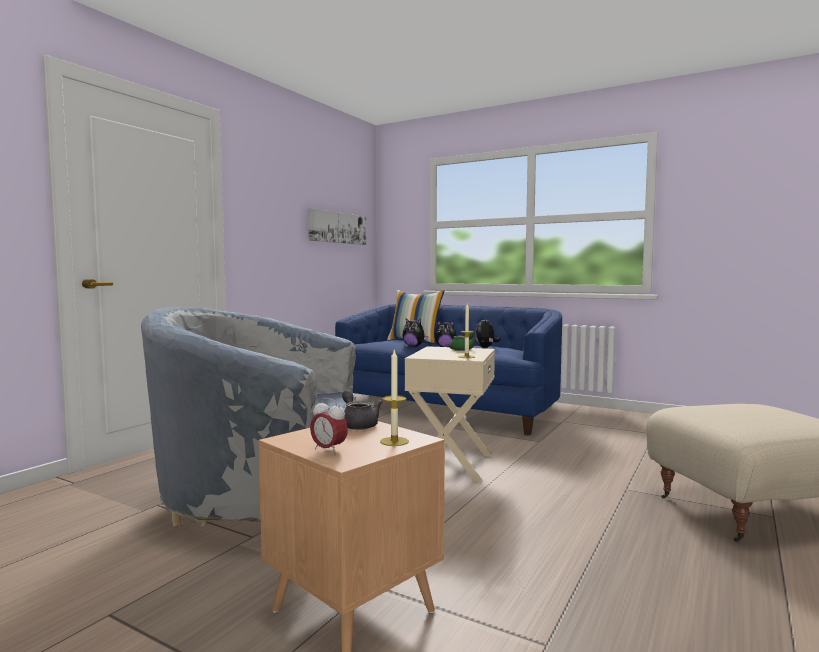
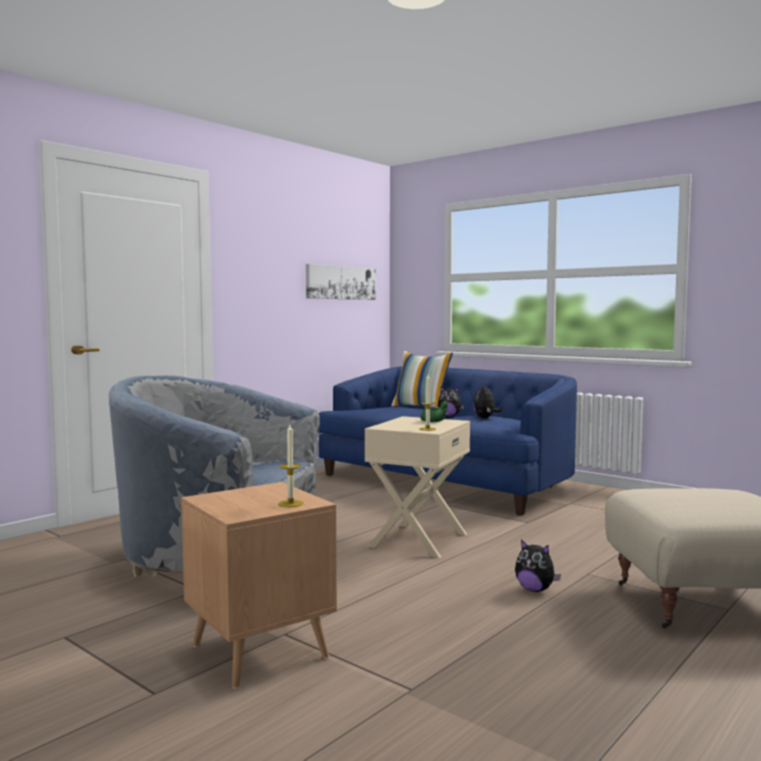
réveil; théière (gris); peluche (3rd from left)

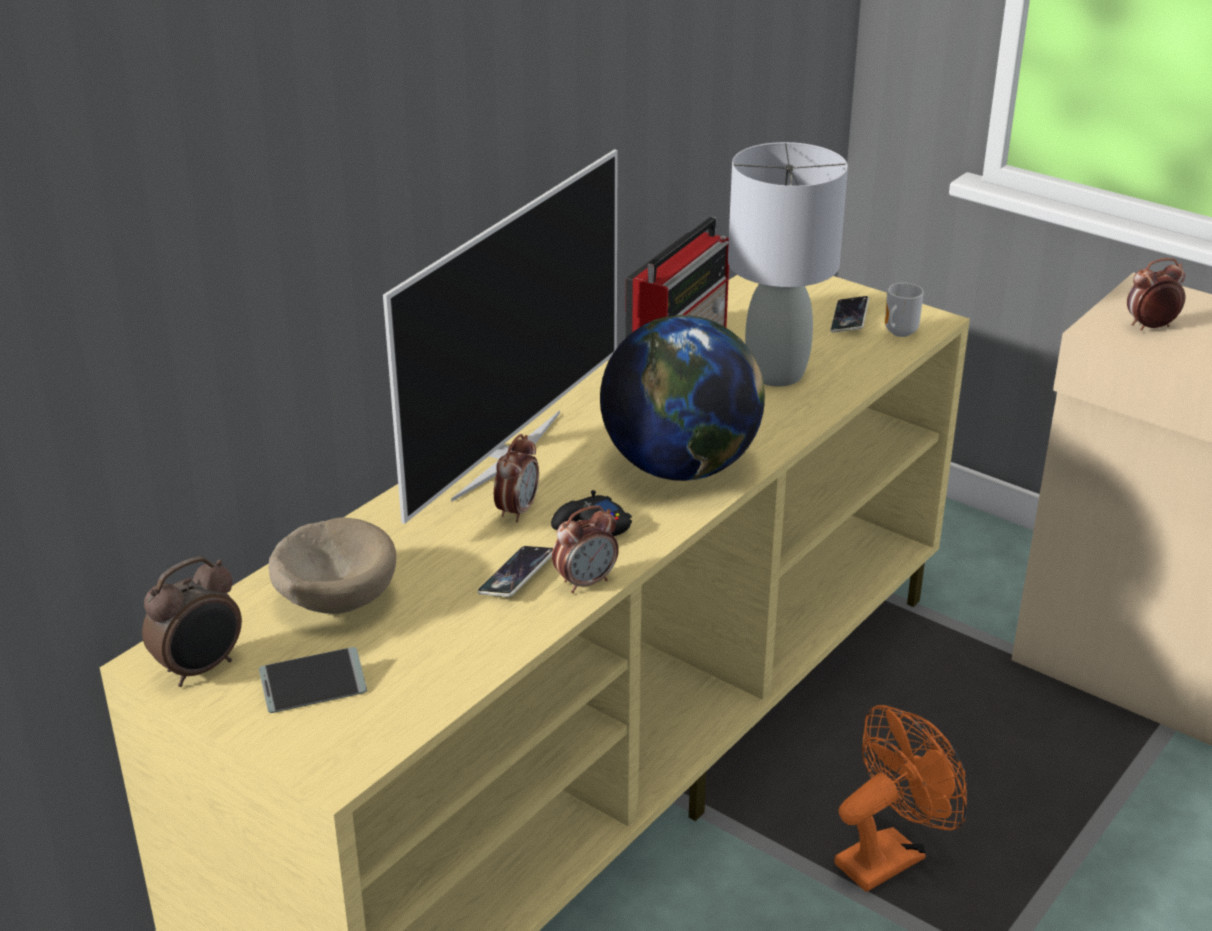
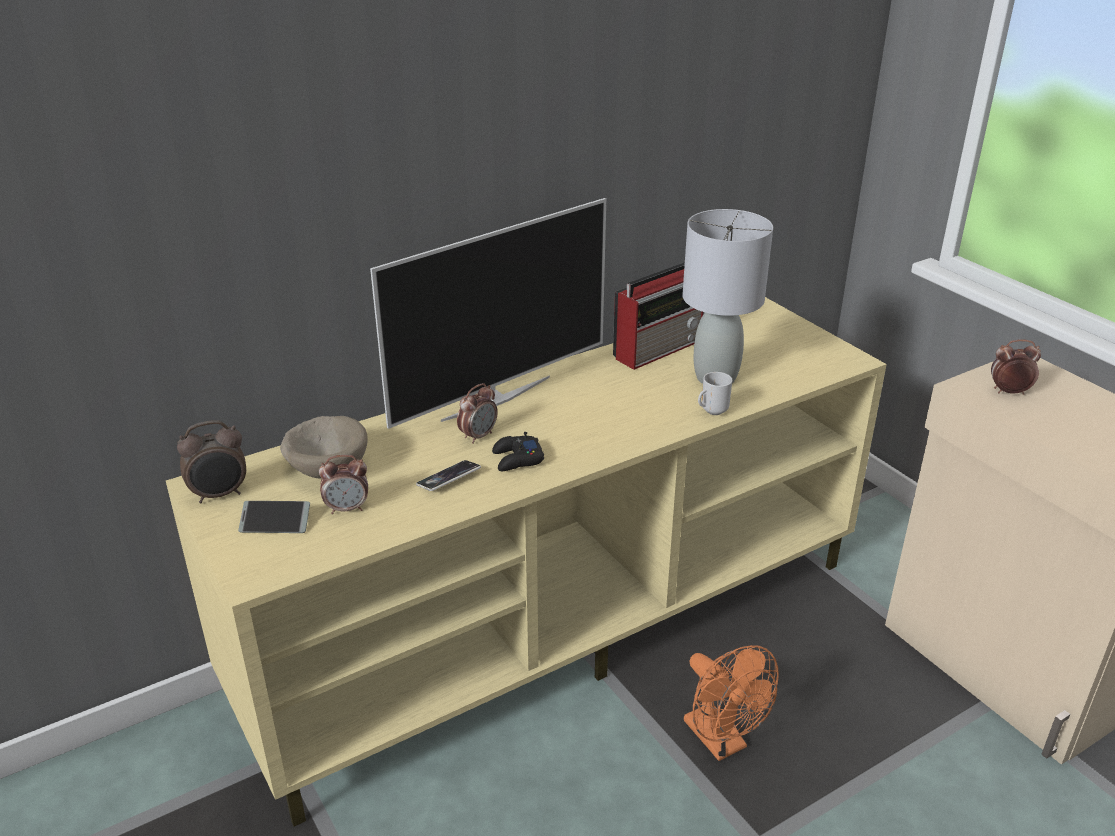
globe; téléphone (3rd from left in the first image); réveil (2nd from left); mug; ventilateur (orange)

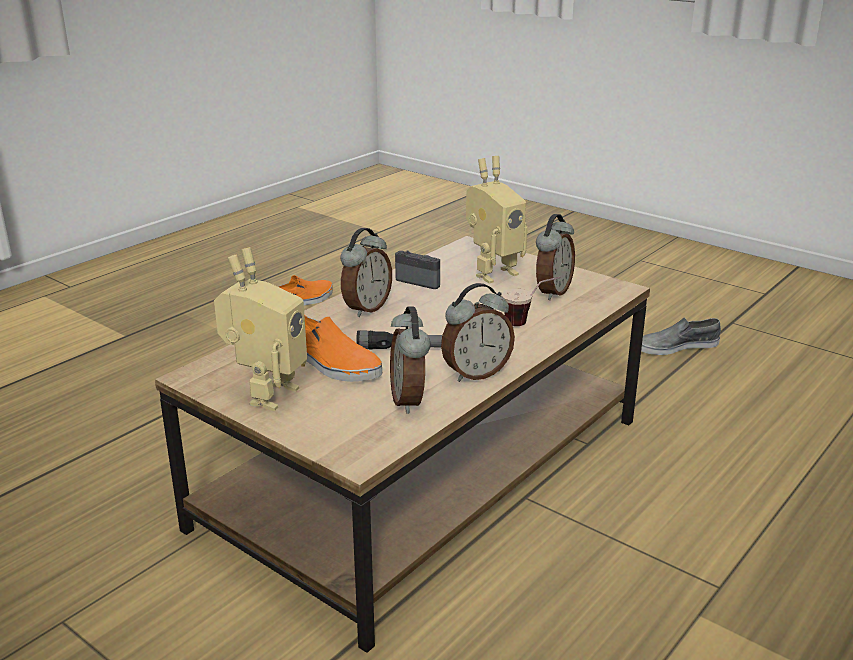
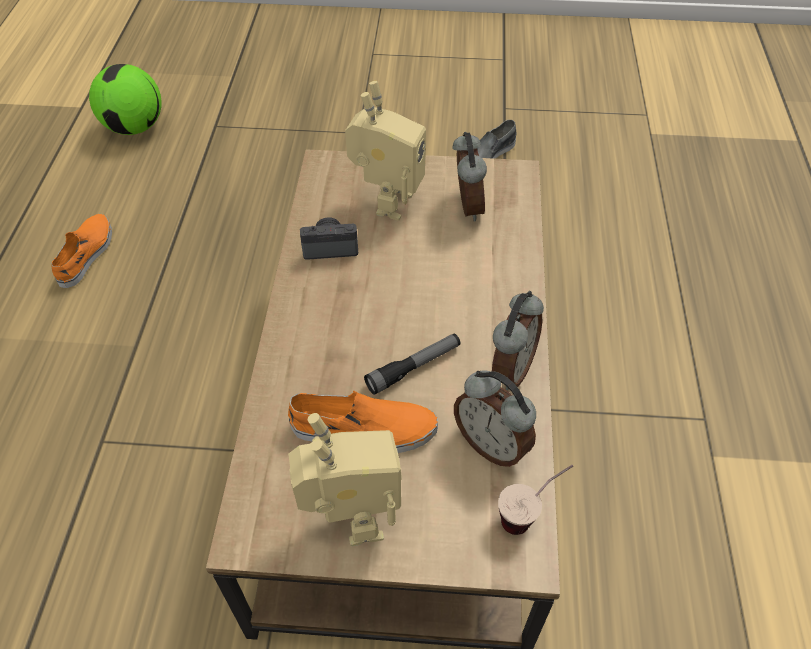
réveil (1st from left in the first image); ballon de foot; tasse

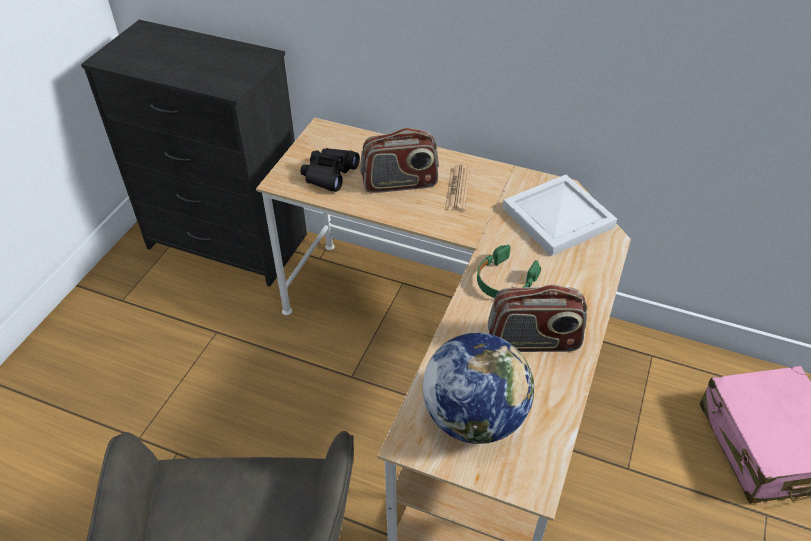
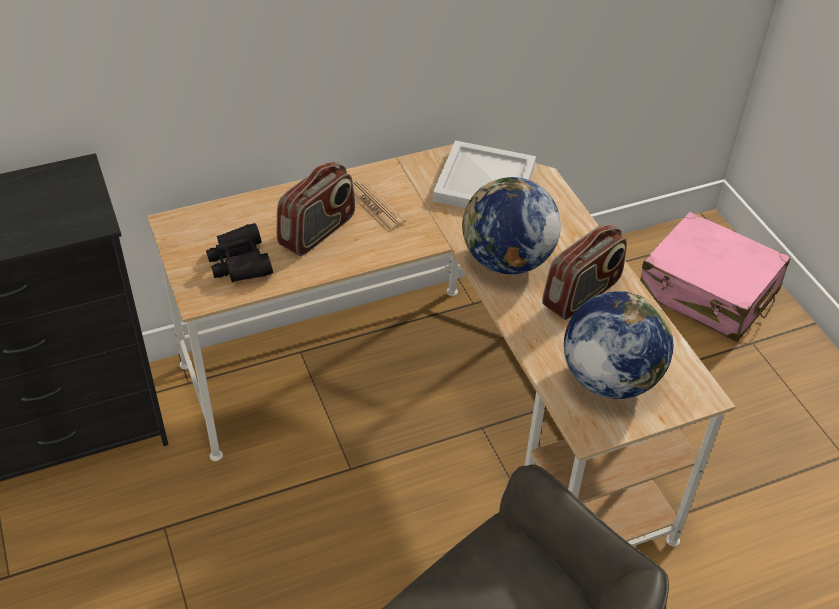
globe (1st from left)

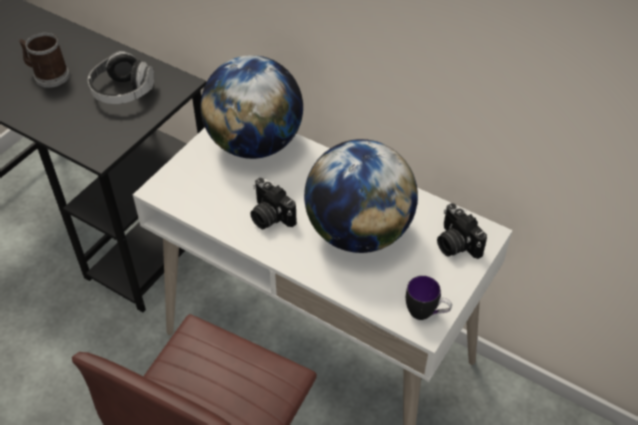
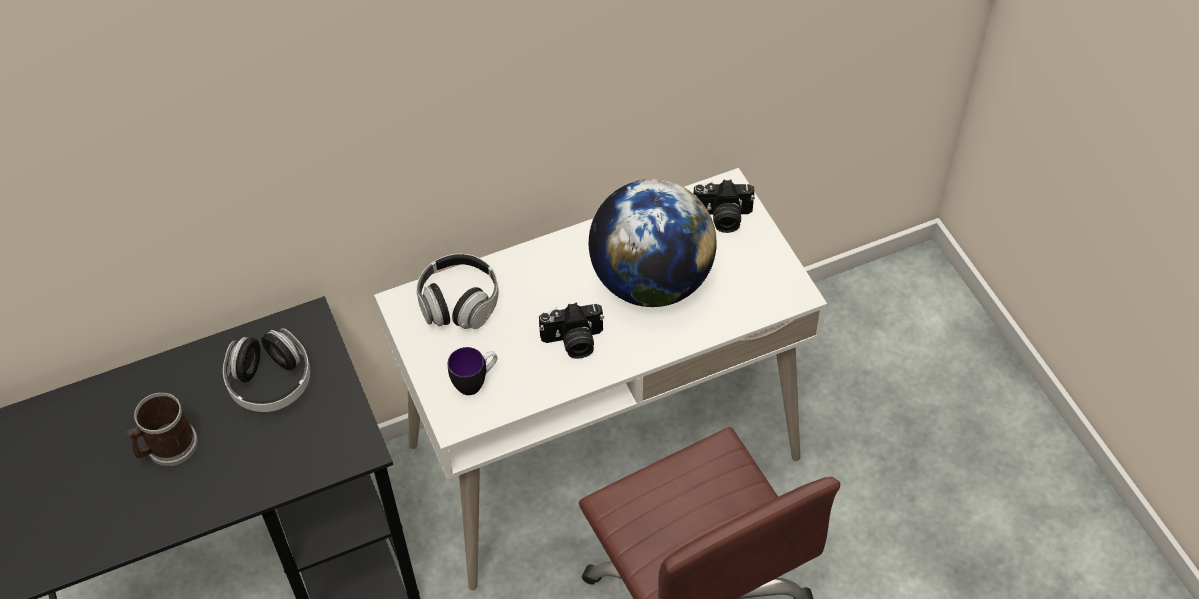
mug (2nd from left); casque audio (2nd from left)

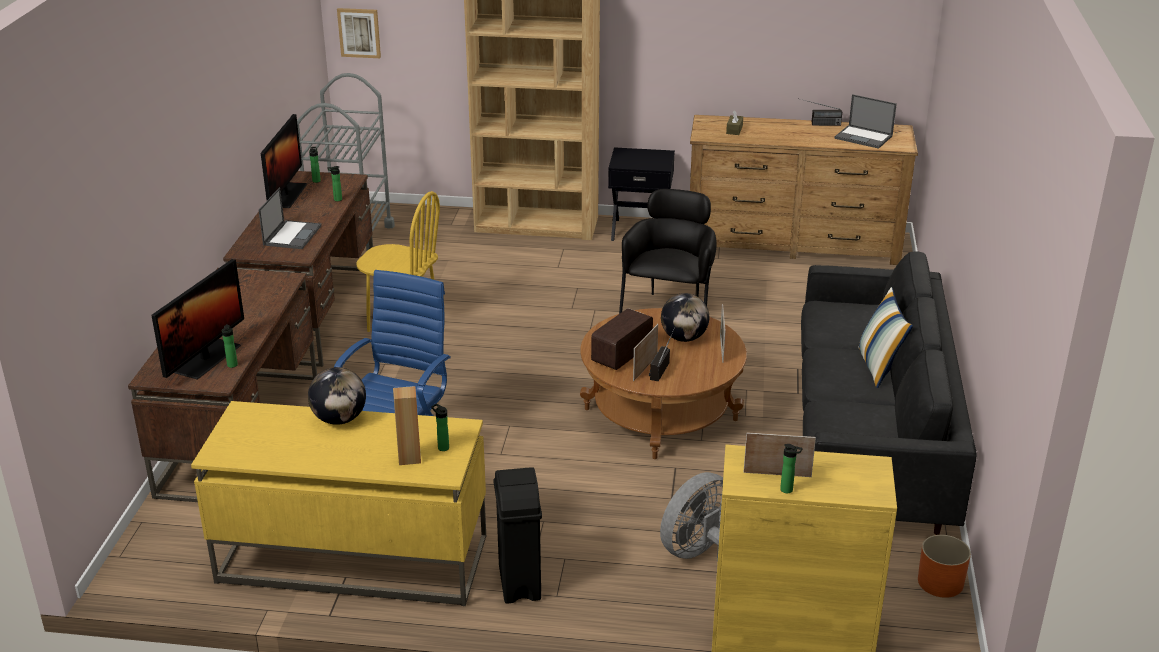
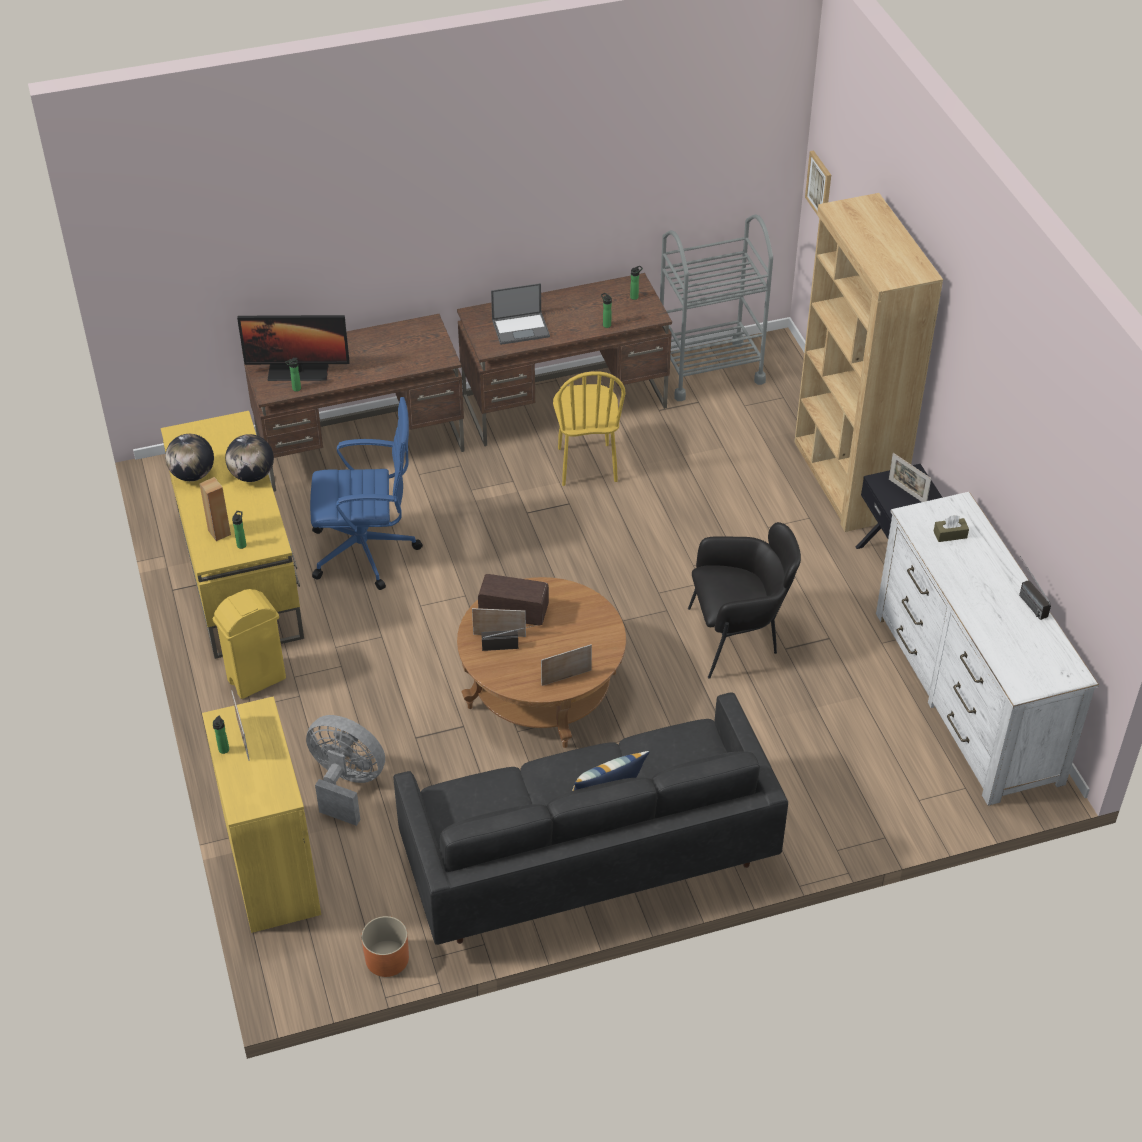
écran d'ordinateur (2nd from left in the first image); ordinateur portable (2nd from left in the first image); cadre photo (4th from left); globe (1st from left); poubelle (jaune); commode (blanc)

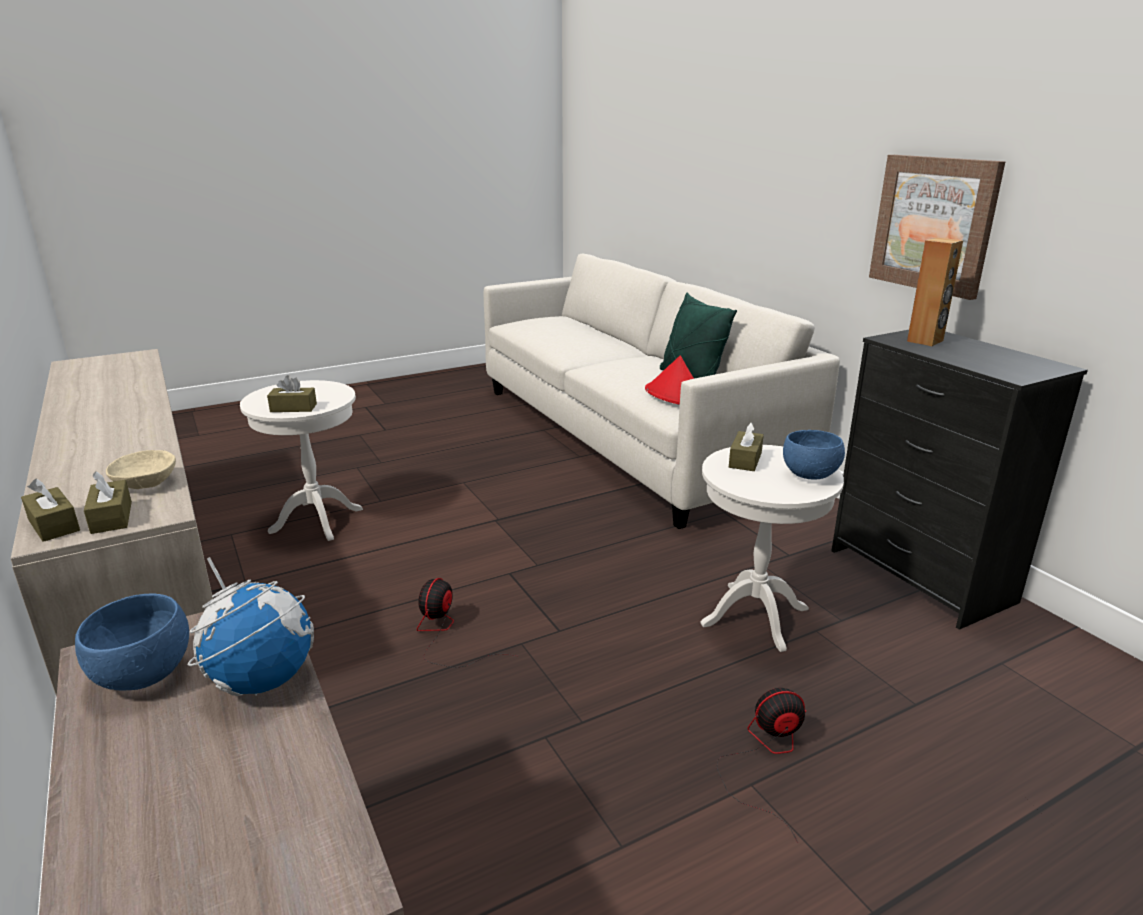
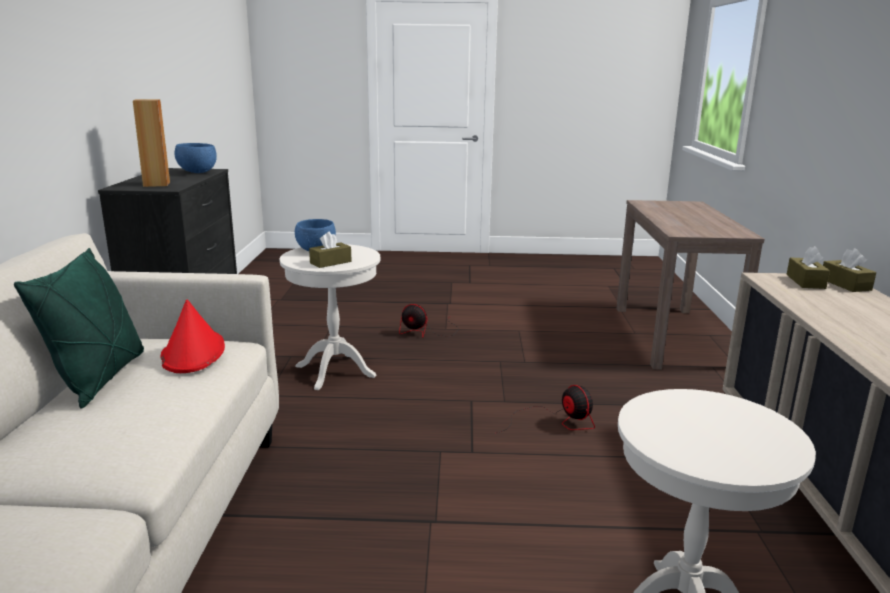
bol (beige); globe; boîte à mouchoirs (marron) (3rd from left in the first image); tableau; bol (bleu) (1st from left); ventilateur (2nd from left)

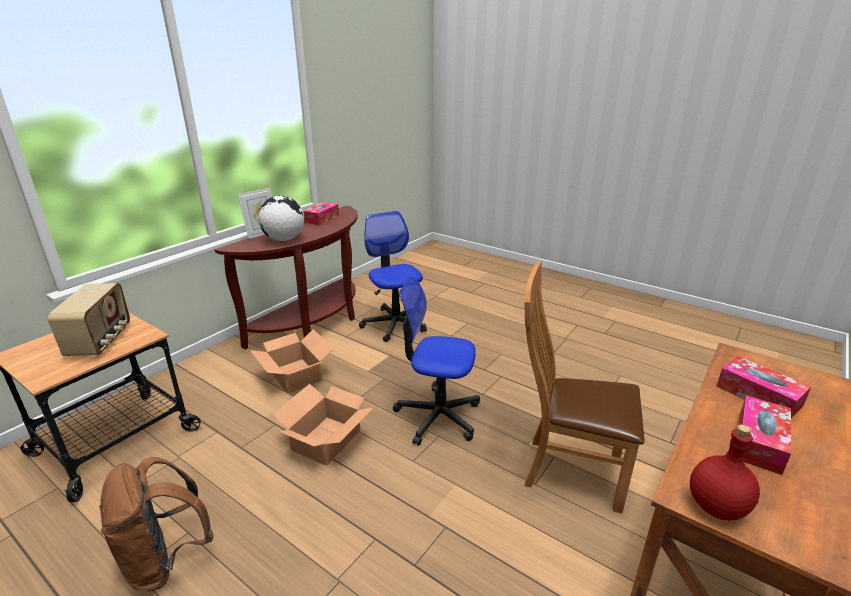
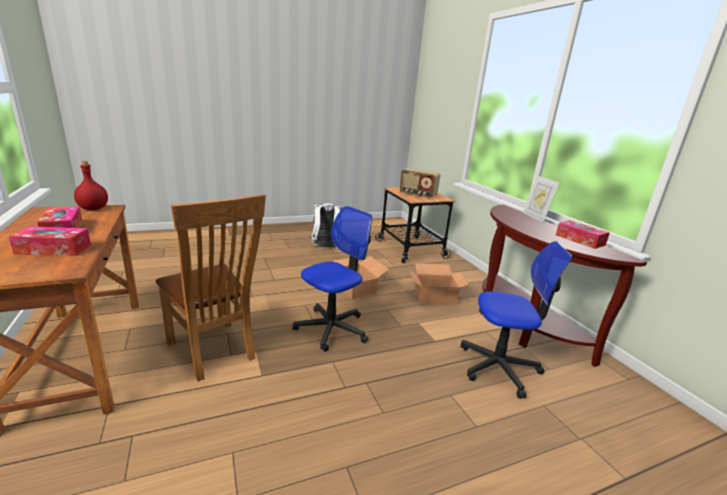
globe; sac à dos (blanc); chaise (marron)

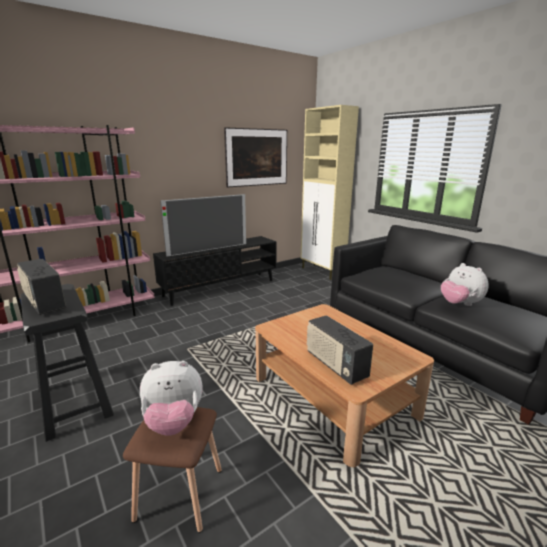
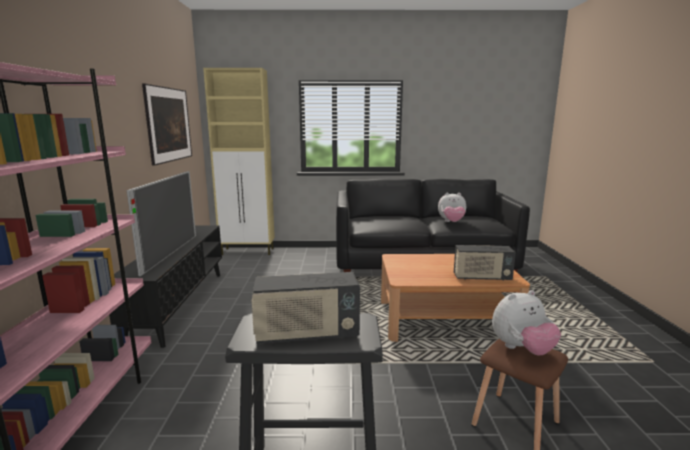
peluche (2nd from left)

